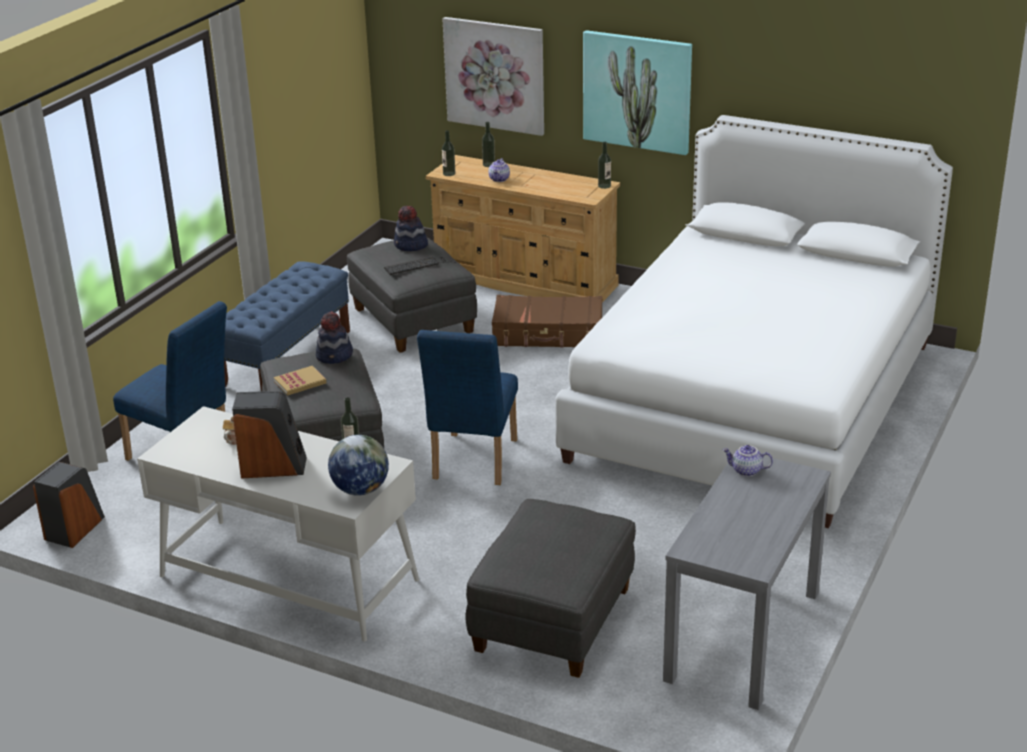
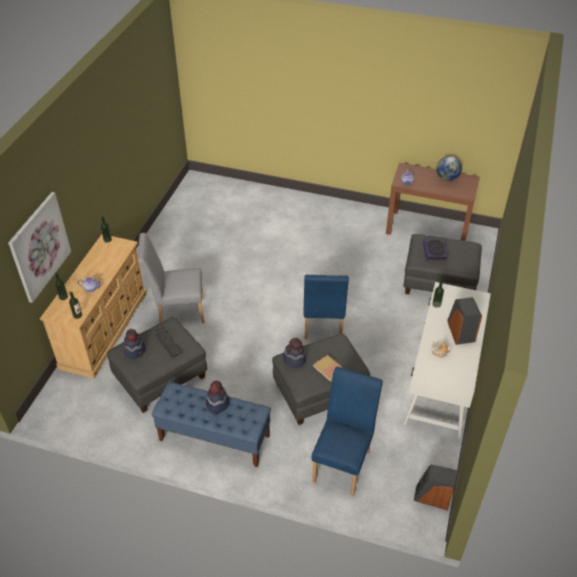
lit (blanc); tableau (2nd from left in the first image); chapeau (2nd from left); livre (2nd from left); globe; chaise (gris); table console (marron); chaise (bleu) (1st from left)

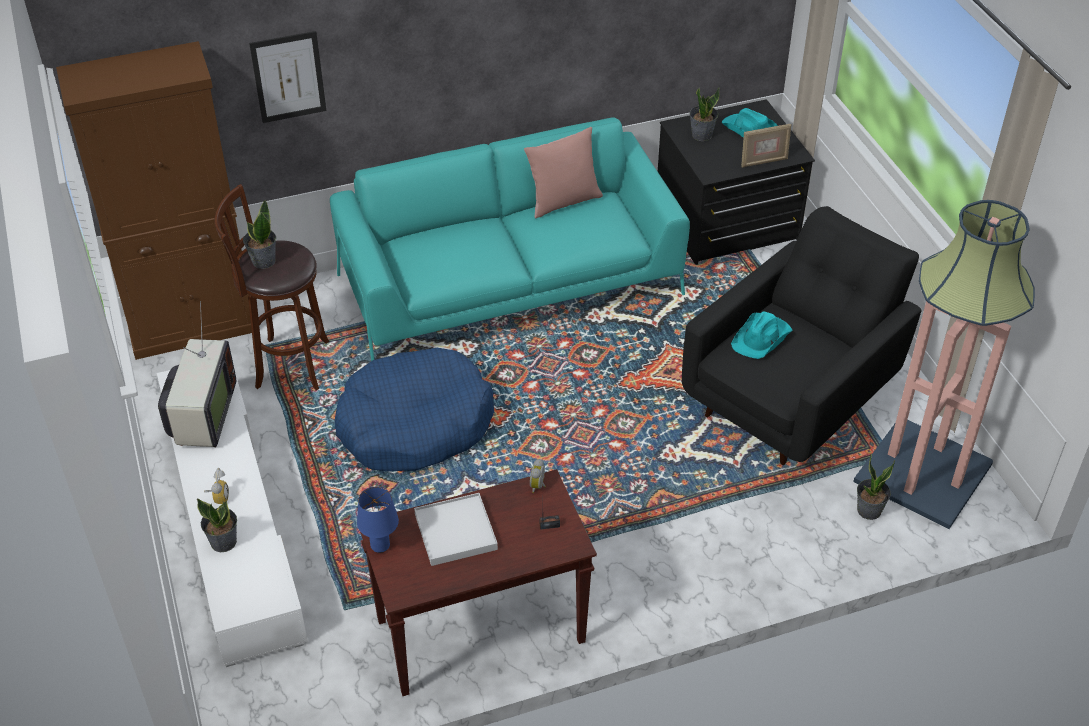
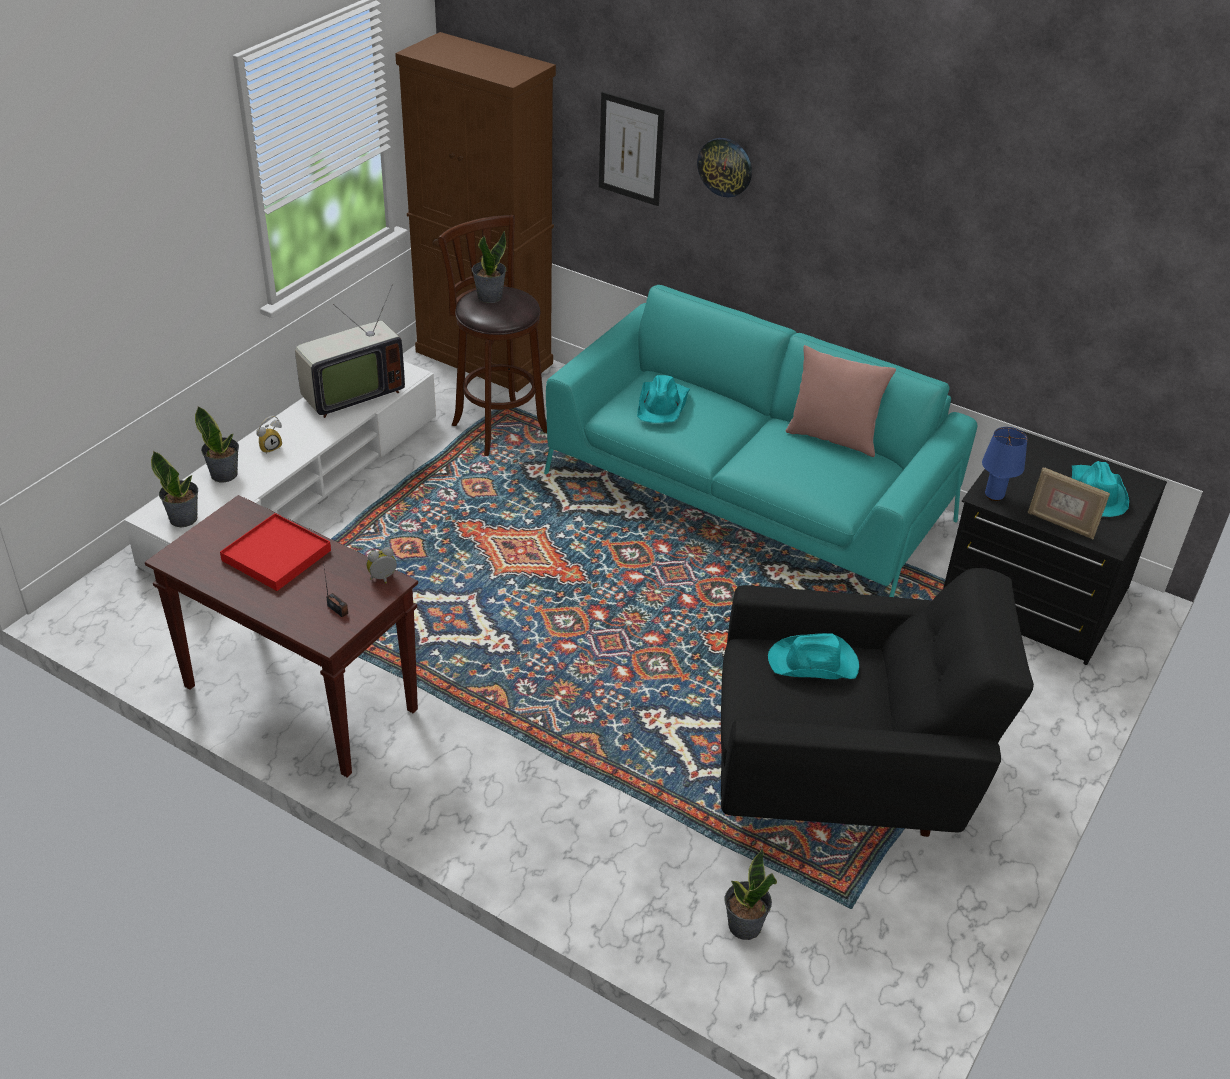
panier pour chien (bleu); lampadaire; chapeau (turquoise) (1st from left); horloge murale; lampe de table (bleu); plante en pot (1st from left); plateau (rouge)

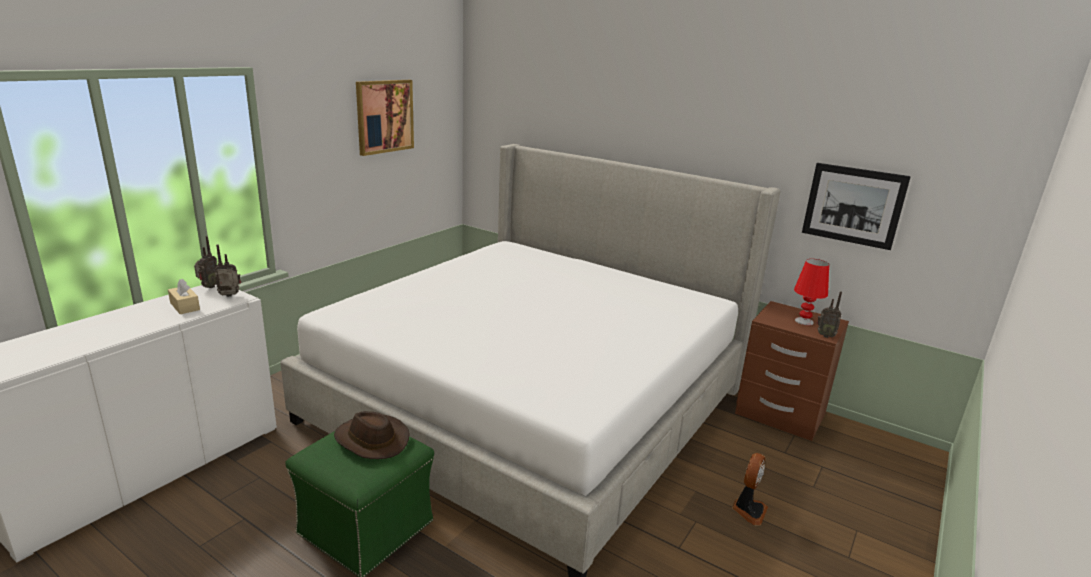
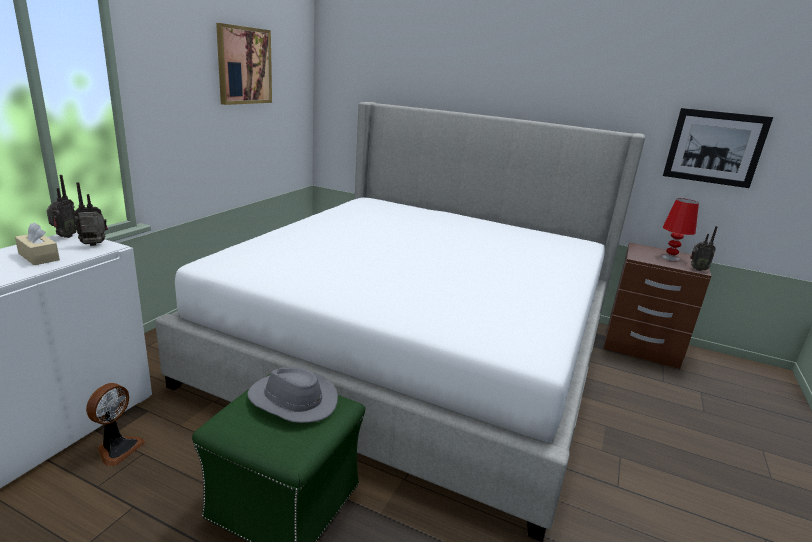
ventilateur; chapeau (gris)

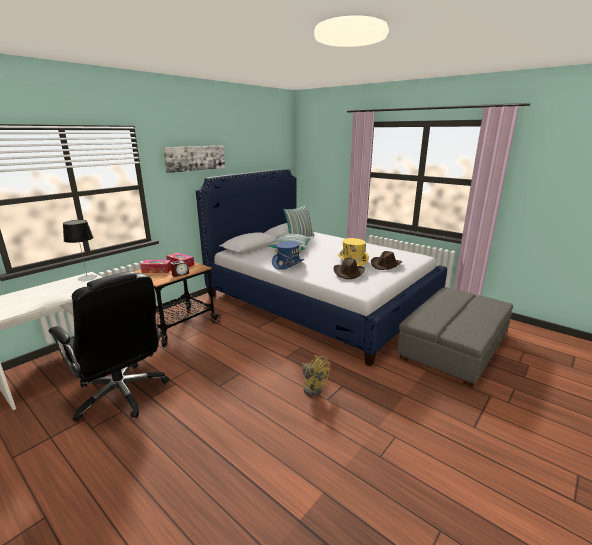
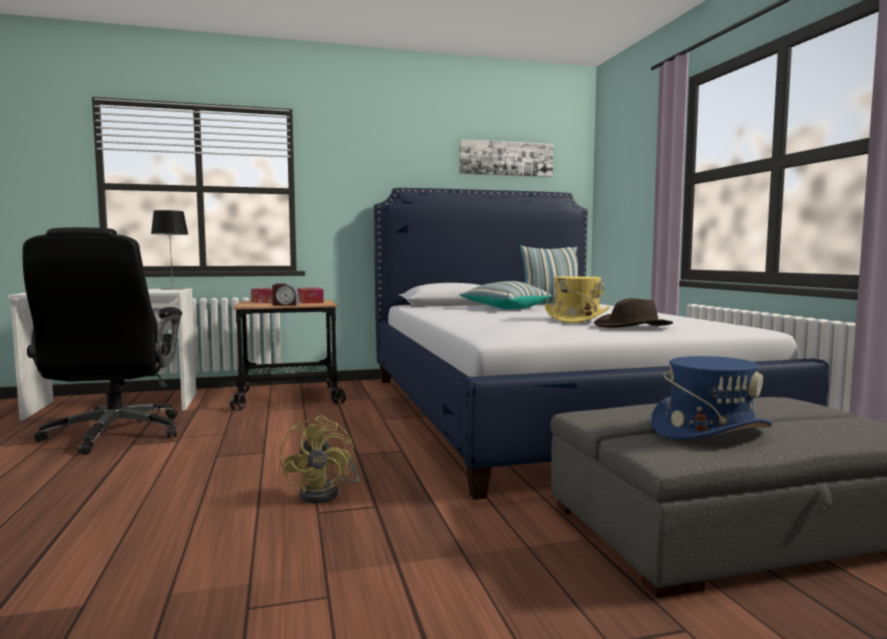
chapeau (marron) (1st from left in the first image); tableau; chapeau (bleu)

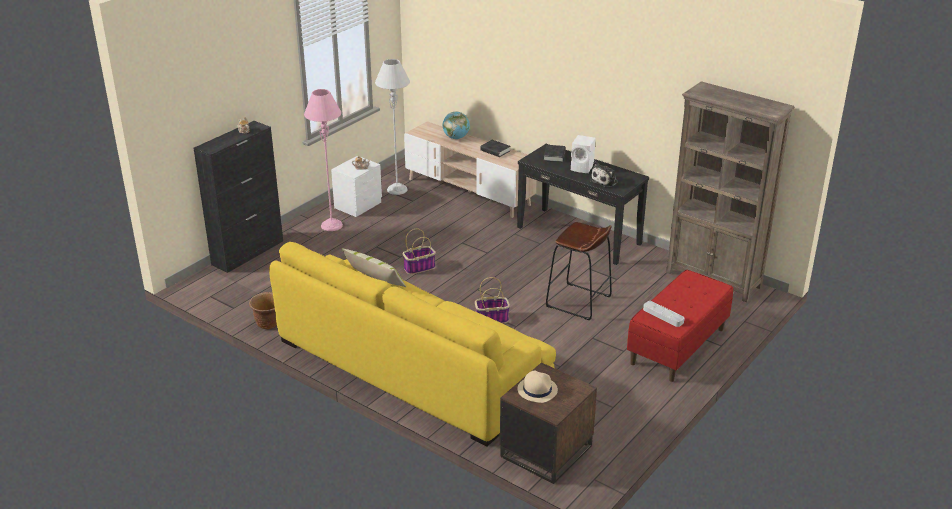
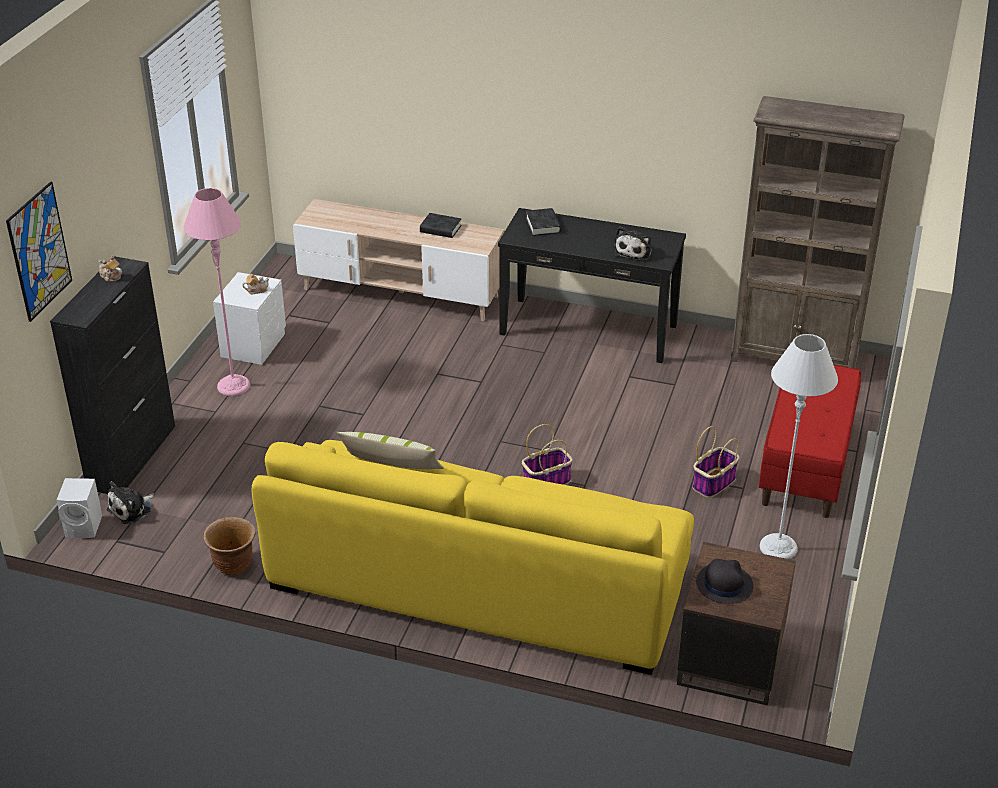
globe; tabouret (marron); plateau (gris); tableau; peluche (1st from left); lampadaire (gris); panier (2nd from left); enceinte (blanc); chapeau (noir)

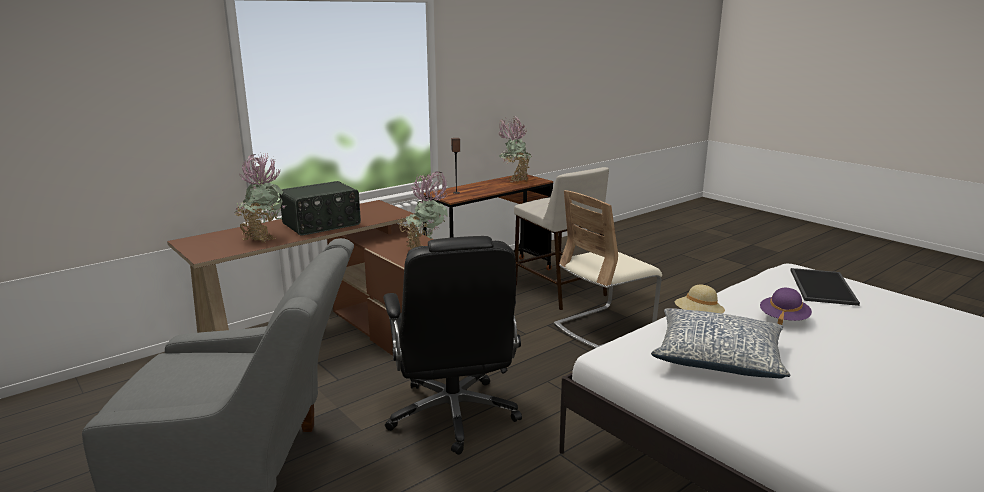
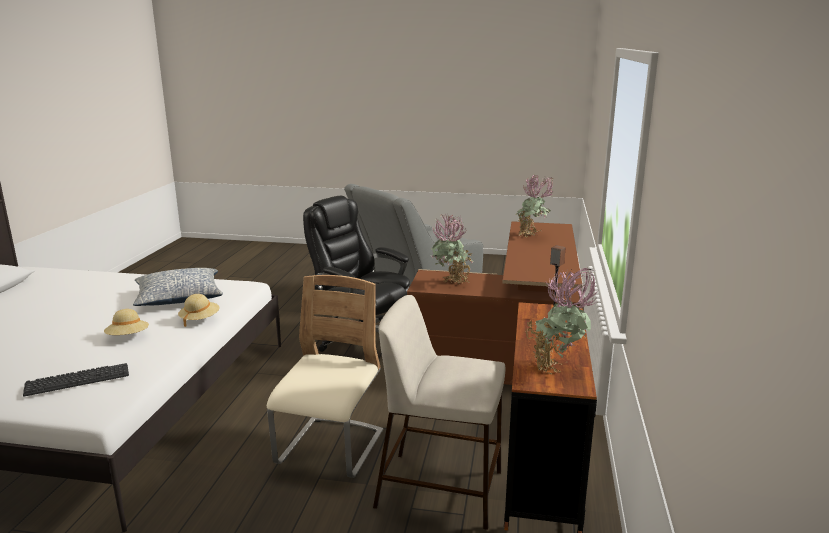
radio; clavier; chapeau (beige) (1st from left)

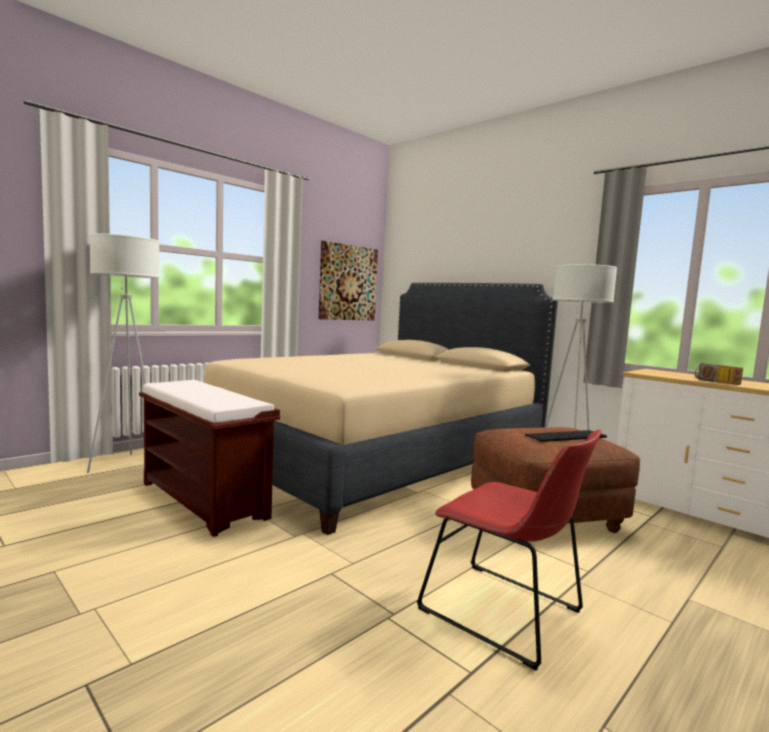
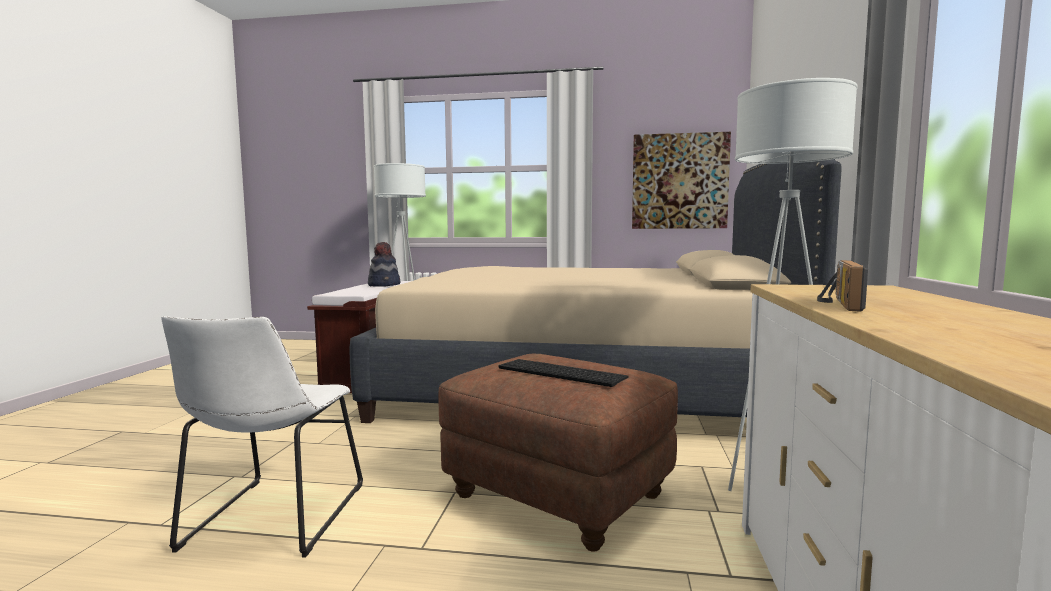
chapeau; chaise (blanc)

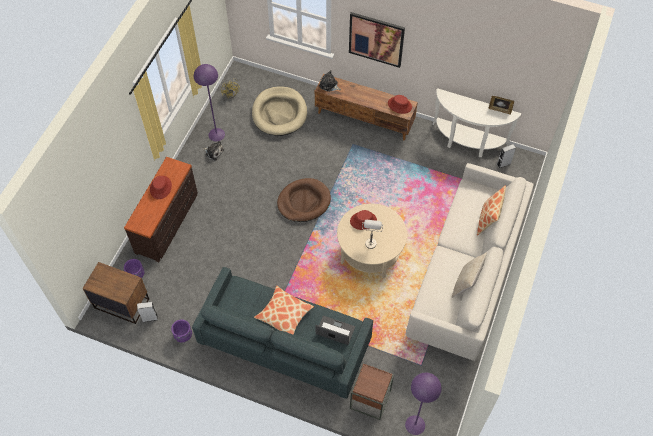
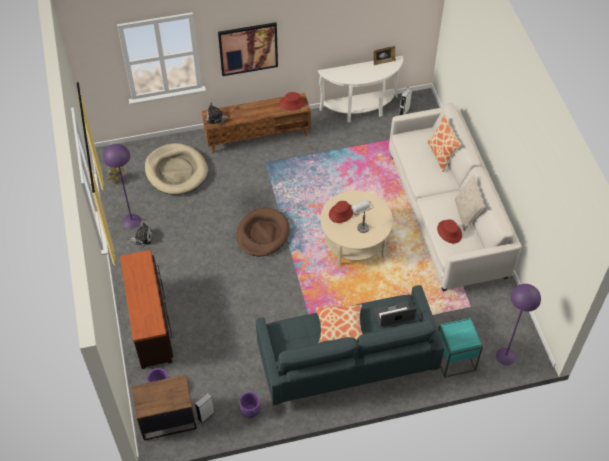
chapeau (rouge) (3rd from left); table d'appoint (turquoise)

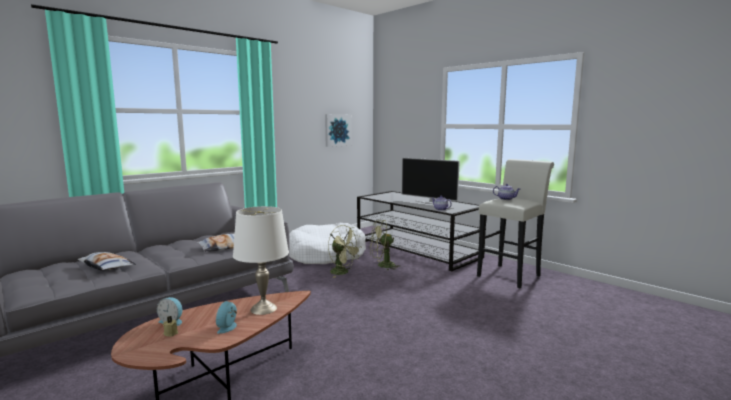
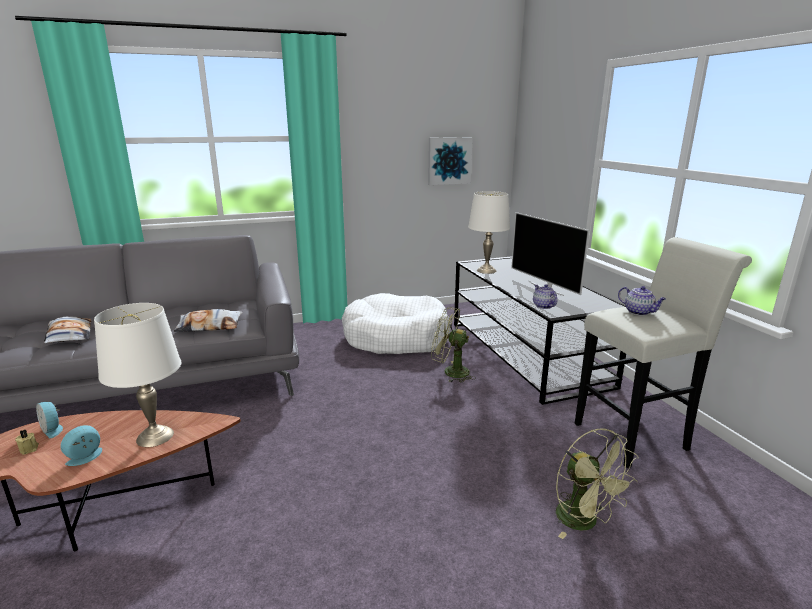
lampe de table (blanc) (2nd from left); ventilateur (vert) (2nd from left)

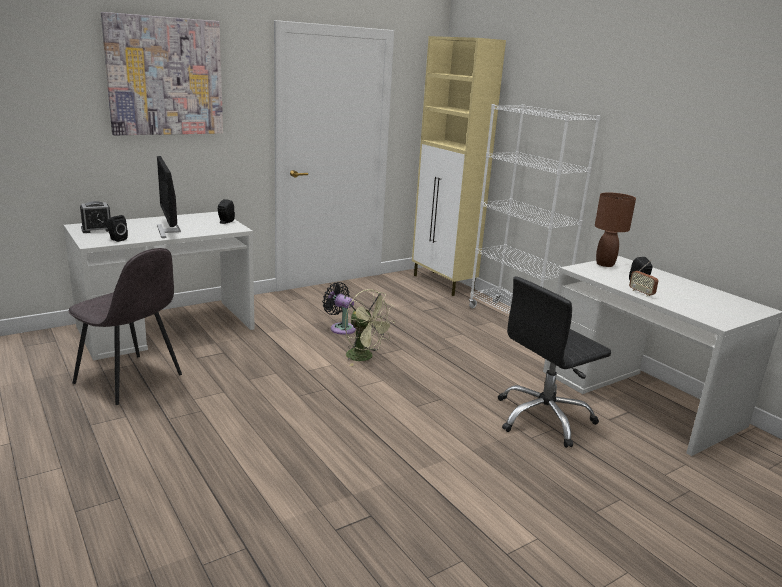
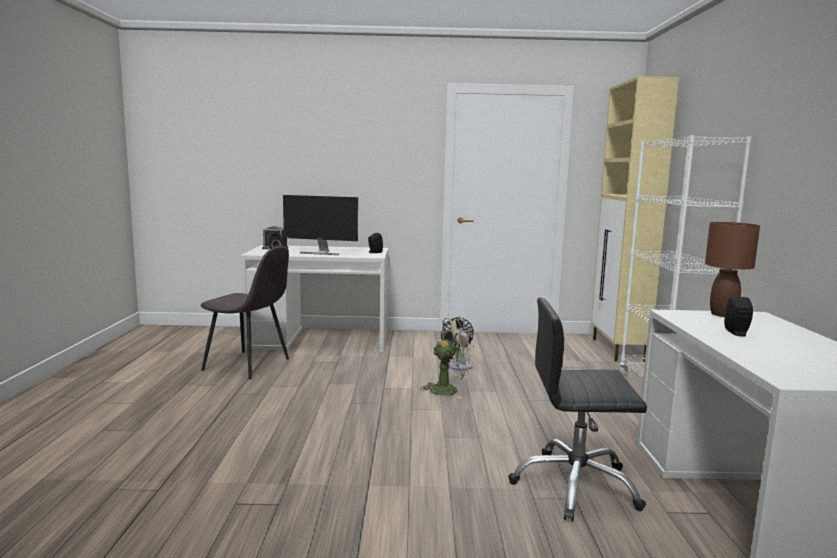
tableau; radio; chaise (gris); écran d'ordinateur; ventilateur (vert)

